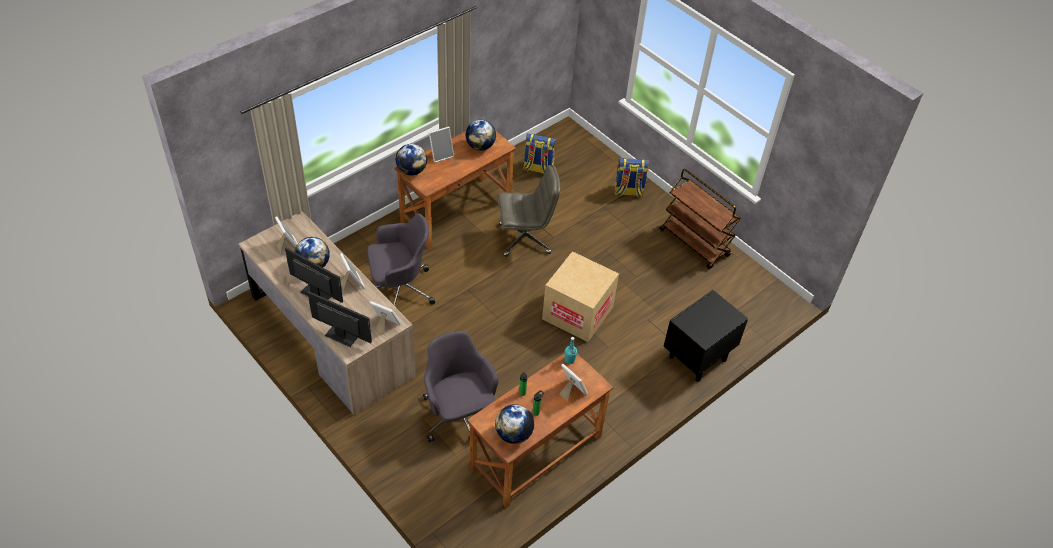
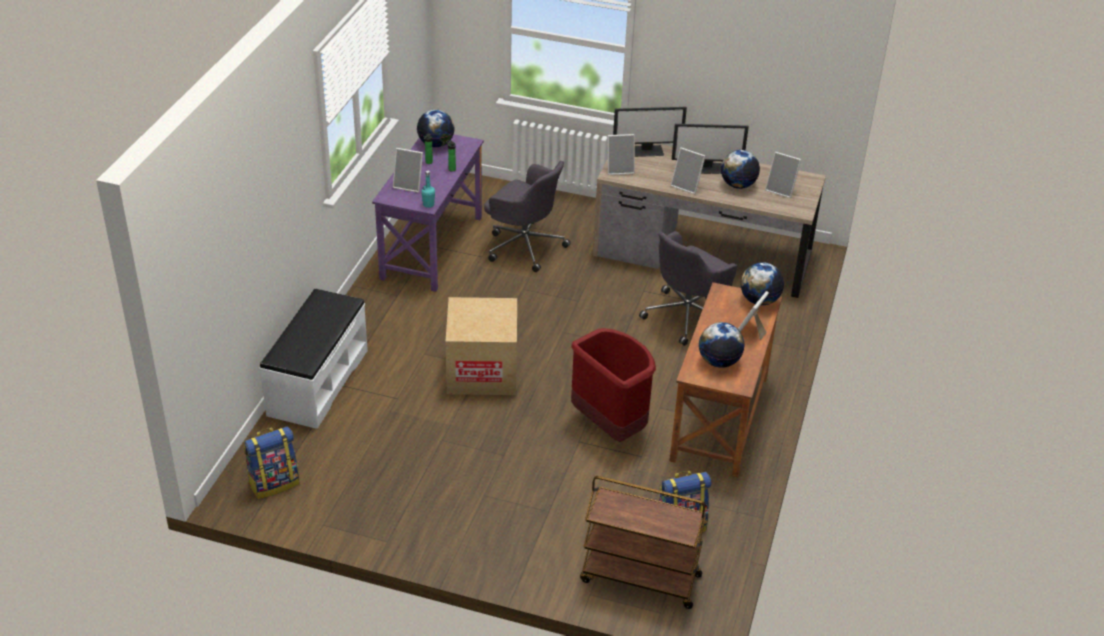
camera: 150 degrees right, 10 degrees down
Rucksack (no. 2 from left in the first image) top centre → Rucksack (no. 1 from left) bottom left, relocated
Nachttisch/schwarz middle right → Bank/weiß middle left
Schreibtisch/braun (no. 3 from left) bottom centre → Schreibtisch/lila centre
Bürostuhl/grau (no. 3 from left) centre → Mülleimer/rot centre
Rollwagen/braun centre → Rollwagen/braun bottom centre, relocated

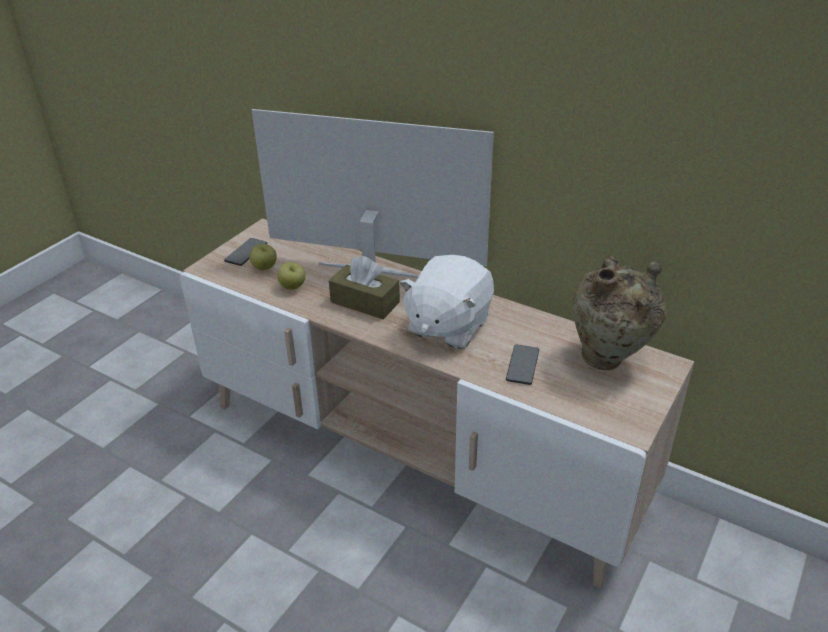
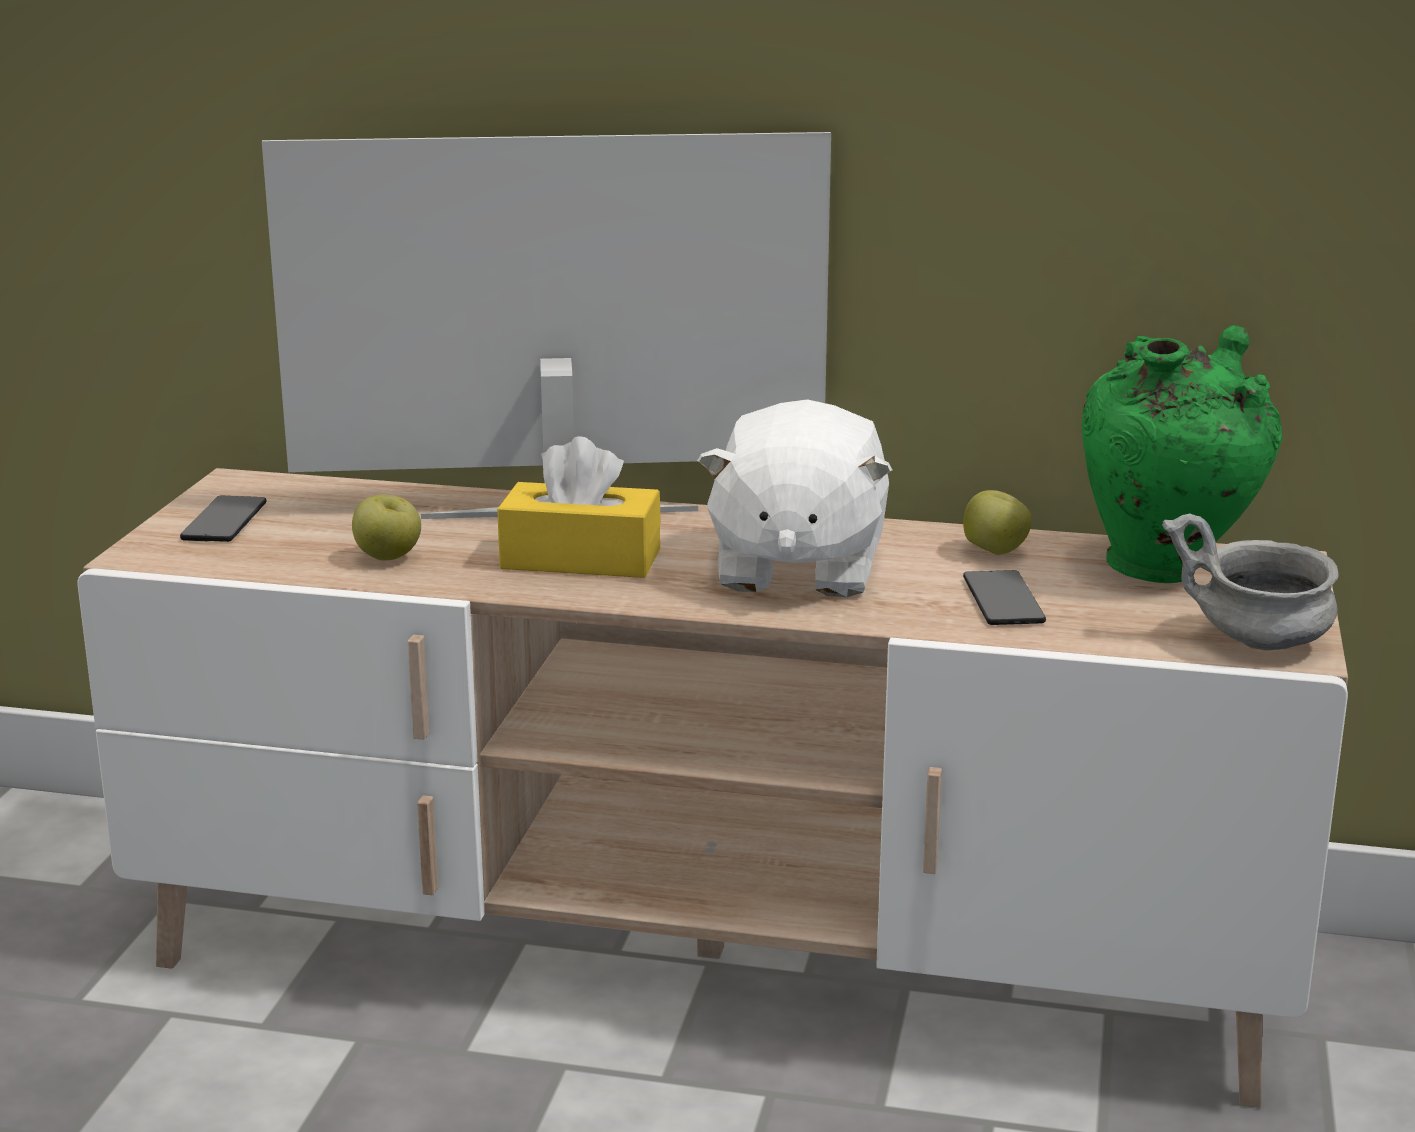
camera: 20 degrees left, 15 degrees down
Taschentuchbox/braun centre → Taschentuchbox/gelb centre
Apfel (no. 1 from left in the first image) middle left → Apfel (no. 2 from left) middle right, relocated
Vase/beige middle right → Vase/grün middle right
- → Schüssel/grau middle right

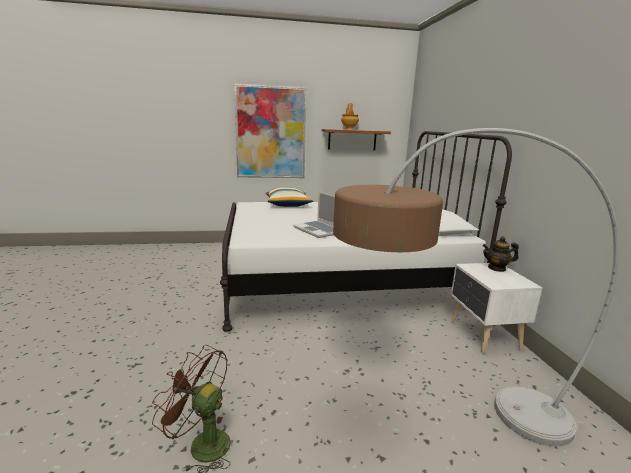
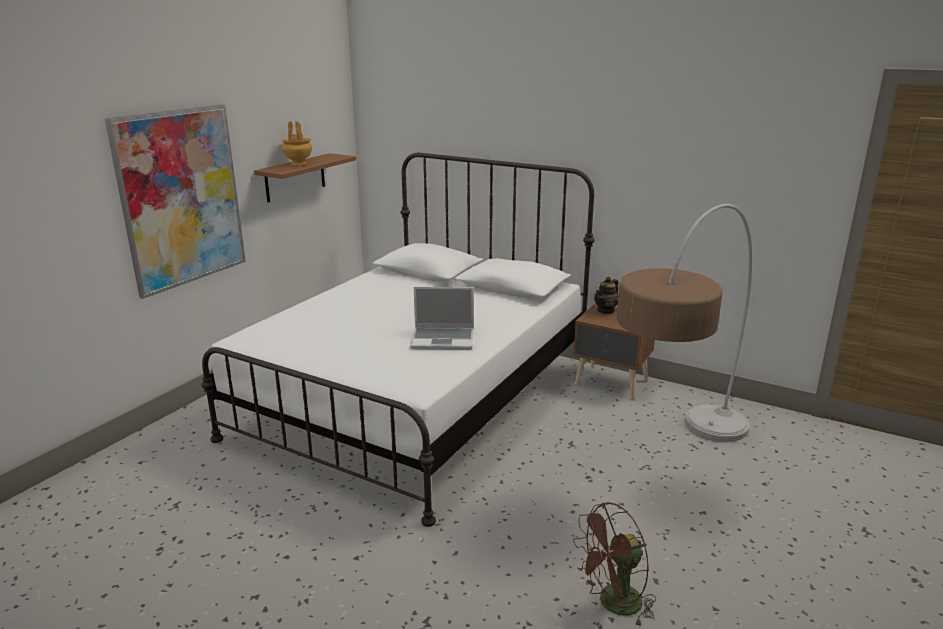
camera: 50 degrees left, 5 degrees up
Nachttisch/weiß middle right → Nachttisch/braun centre
Kissen centre → -

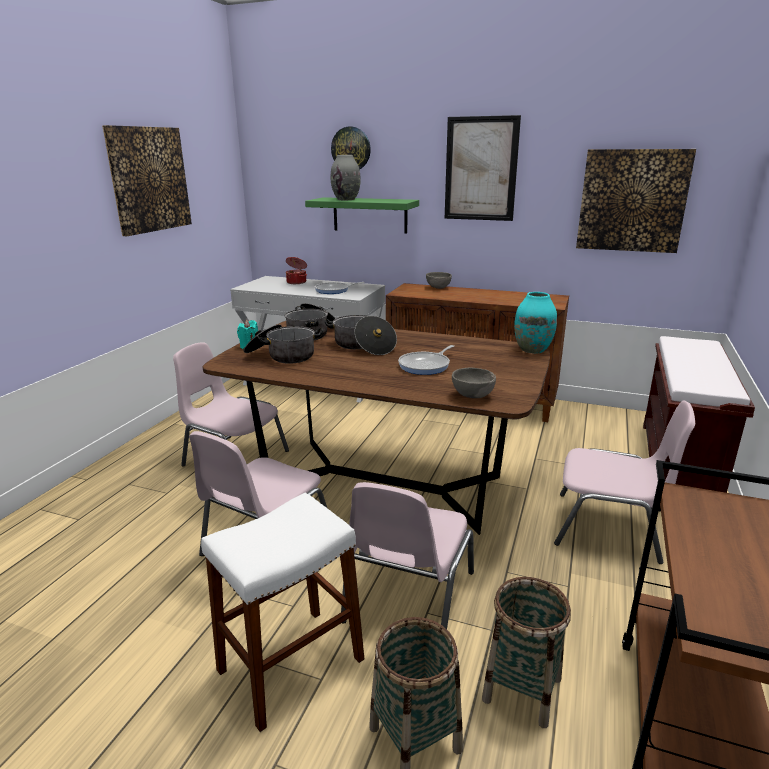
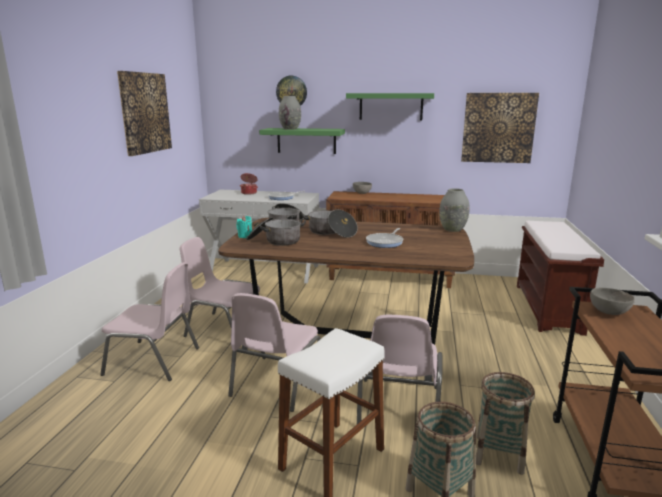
camera: 10 degrees left, 5 degrees down
Stuhl/rosa (no. 4 from left in the first image) middle right → Stuhl/rosa (no. 1 from left) middle left, relocated
Bild (no. 2 from left) top centre → Wandregal/grün (no. 2 from left) top centre
Vase/türkis middle right → Vase/grau (no. 2 from left) middle right
Schüssel/grau (no. 2 from left) centre → Schüssel/grau (no. 2 from left) middle right, relocated

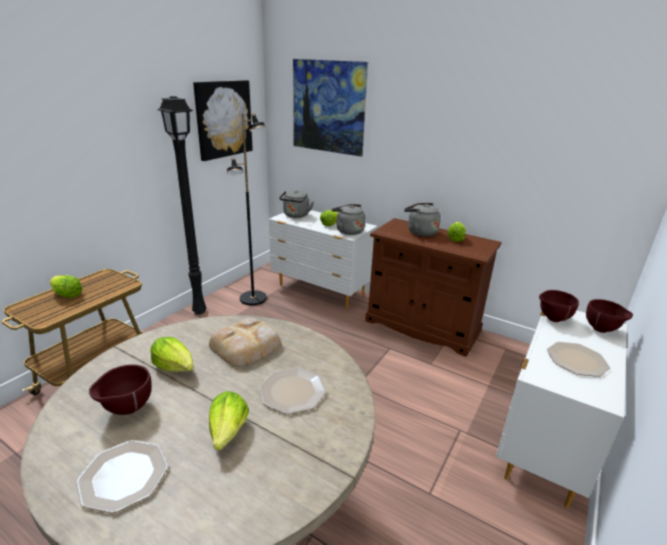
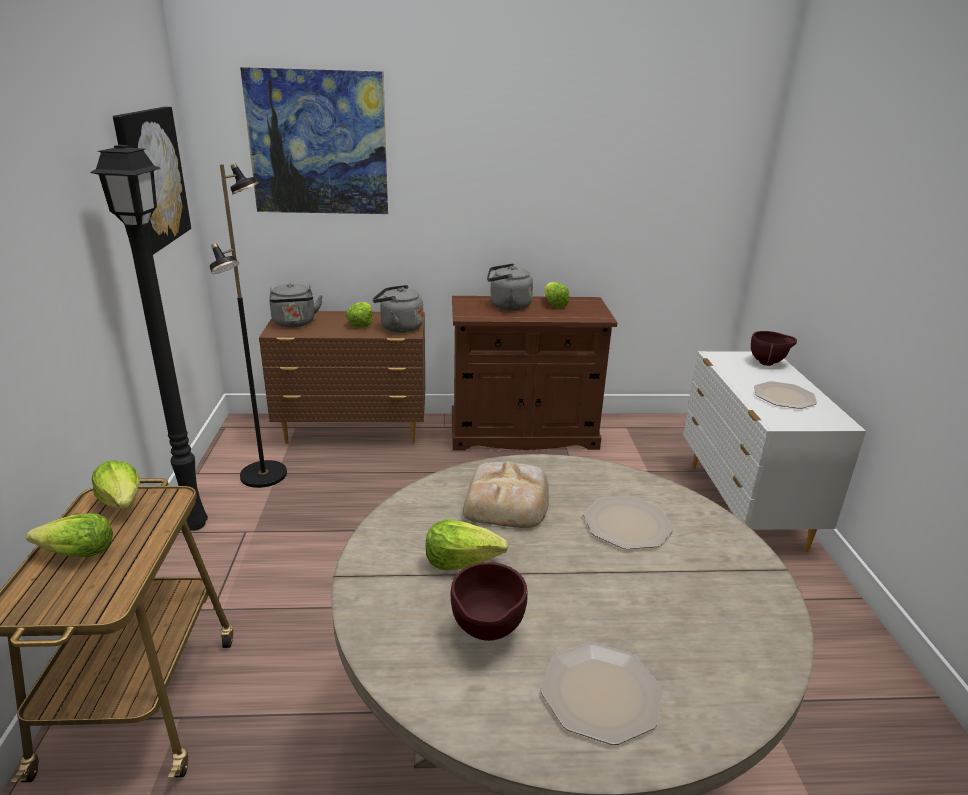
camera: 35 degrees left, 0 degrees up
Salatkopf (no. 3 from left in the first image) bottom centre → Salatkopf (no. 2 from left) middle left, relocated
Kommode/weiß (no. 1 from left) centre → Kommode/braun centre
Schüssel/braun (no. 2 from left) middle right → -

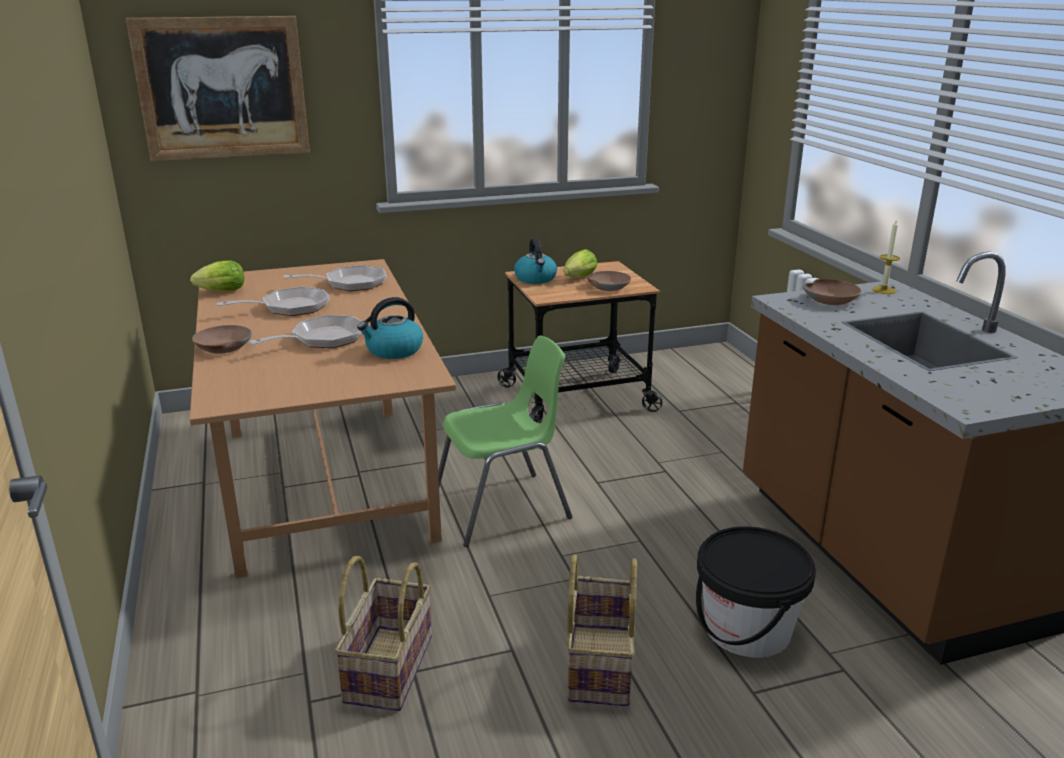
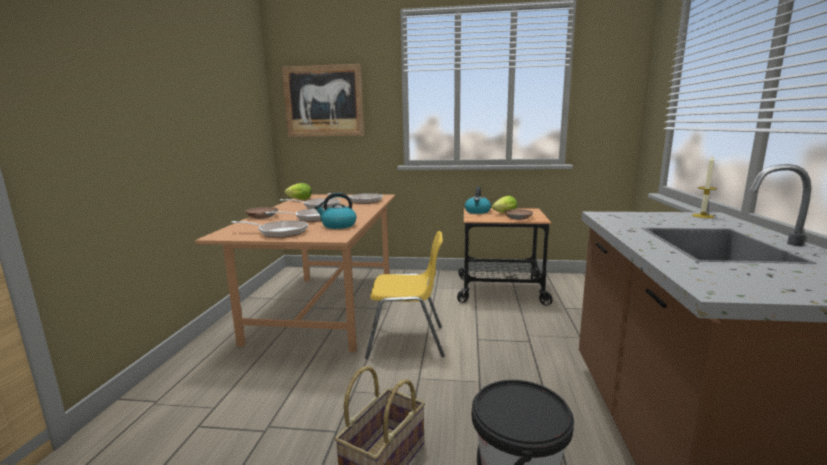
camera: 25 degrees right, 10 degrees down
- → Pfanne (no. 1 from left) middle left
Stuhl/grün centre → Stuhl/gelb centre
Korb (no. 1 from left) bottom centre → -
Schüssel/braun (no. 3 from left) middle right → -

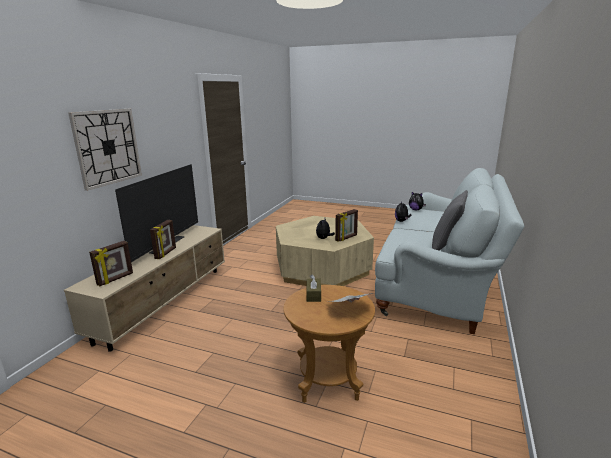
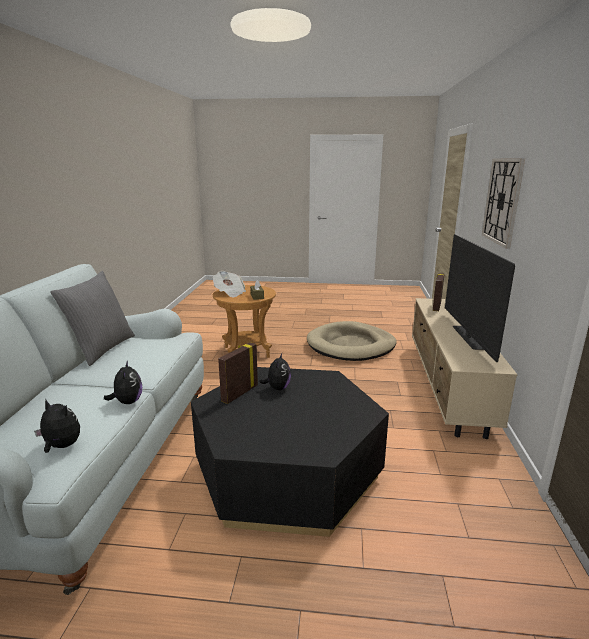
camera: 165 degrees right, 0 degrees up
Couchtisch/beige centre → Couchtisch/schwarz bottom centre
- → Hundebett/beige centre
Bilderrahmen (no. 2 from left) middle left → -

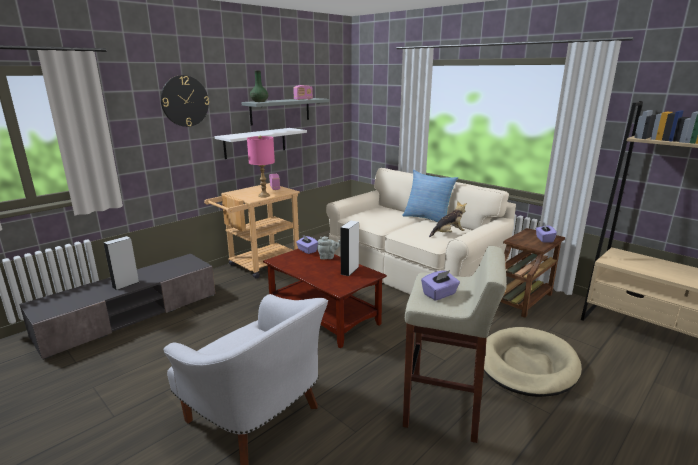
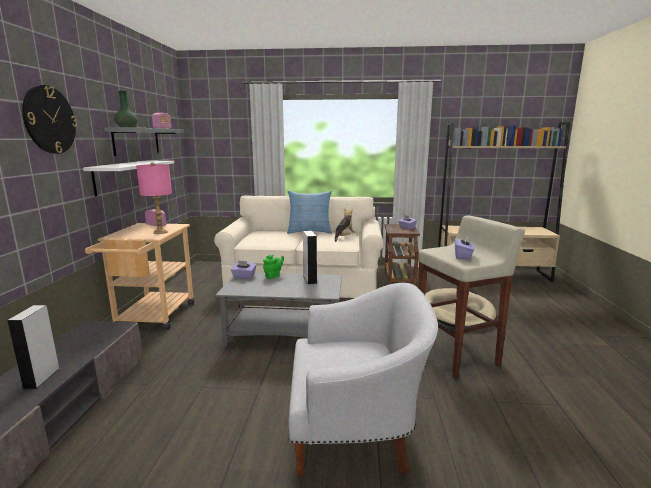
camera: 40 degrees left, 5 degrees down
Couchtisch/braun centre → Couchtisch/grau centre
Teekanne/grau centre → Teekanne/grün centre

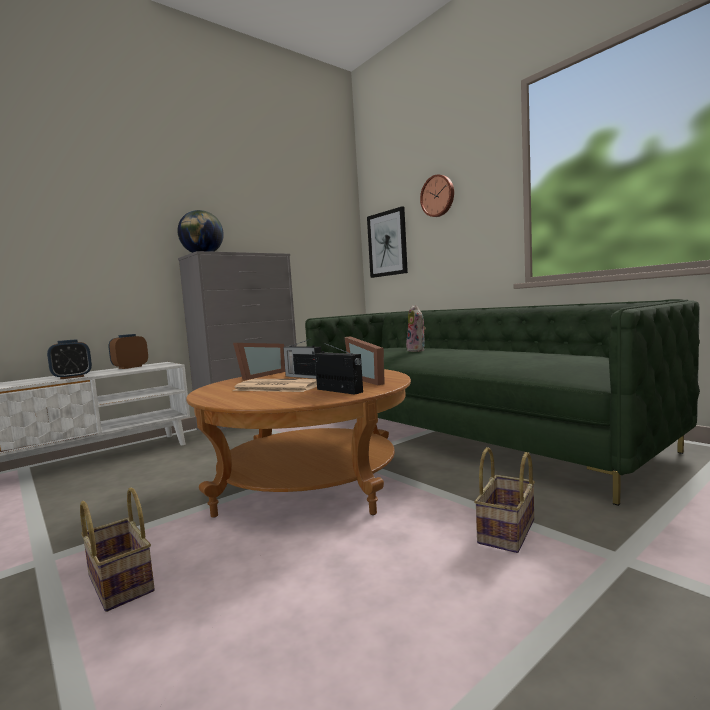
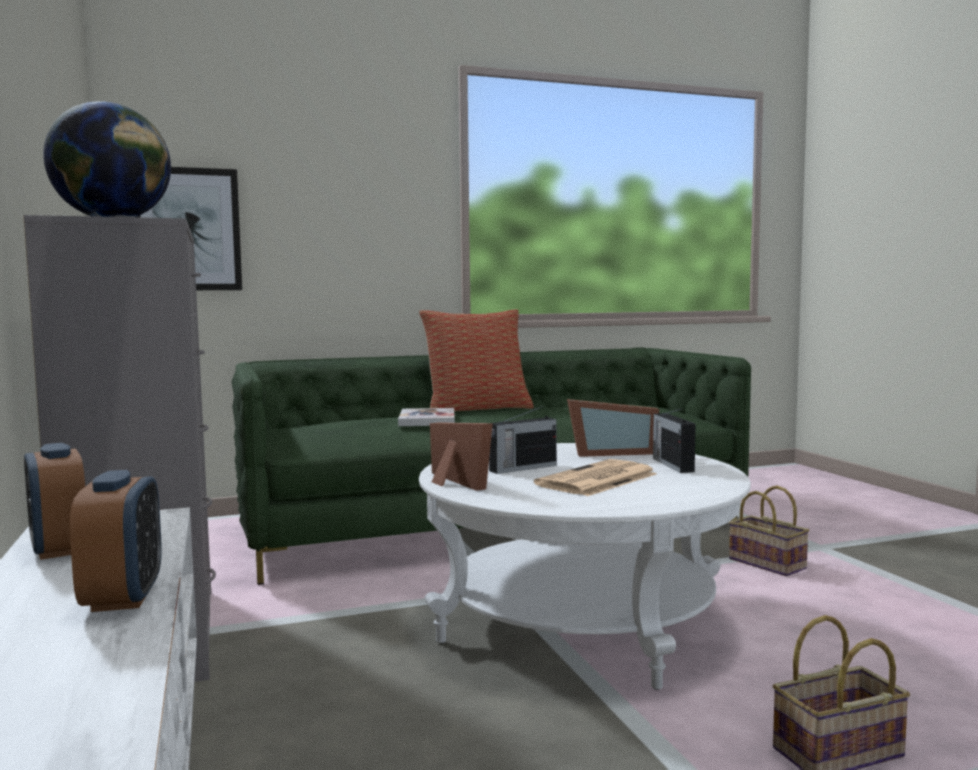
camera: 70 degrees left, 0 degrees up
Plüschtier centre → Buch centre
- → Kissen centre
Couchtisch/braun centre → Couchtisch/weiß bottom centre
Radio (no. 2 from left) centre → Radio (no. 2 from left) middle right, 75 degrees counterclockwise
Wanduhr top centre → -

